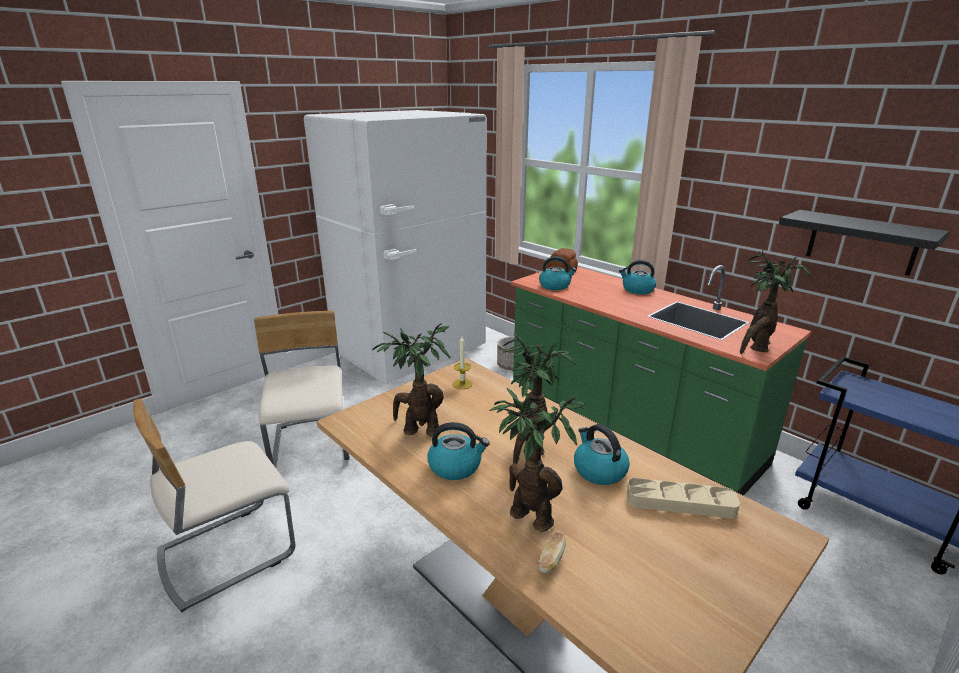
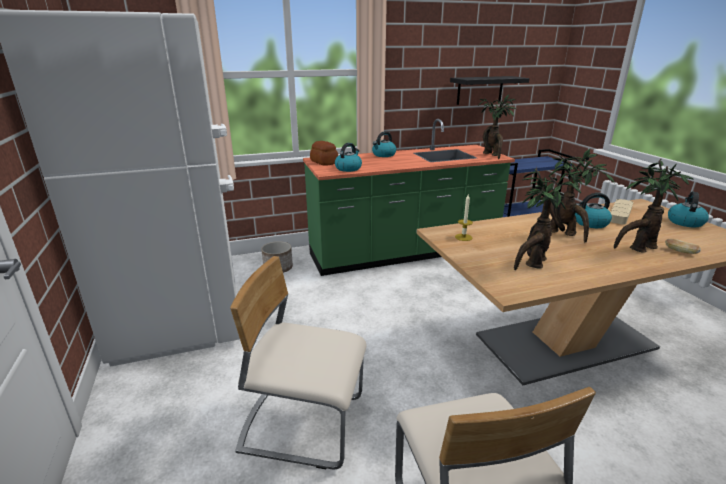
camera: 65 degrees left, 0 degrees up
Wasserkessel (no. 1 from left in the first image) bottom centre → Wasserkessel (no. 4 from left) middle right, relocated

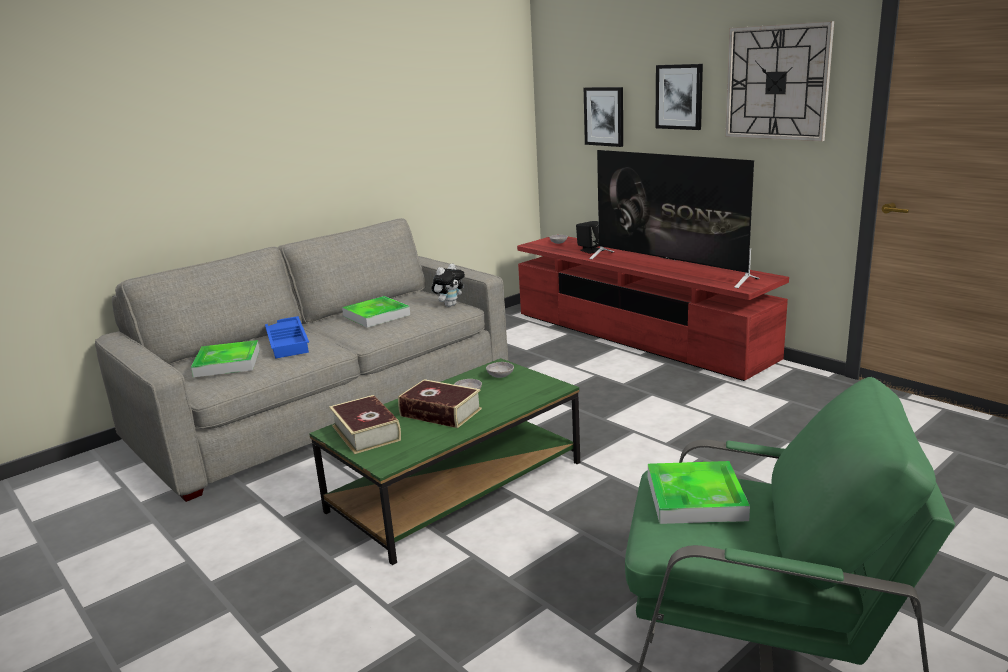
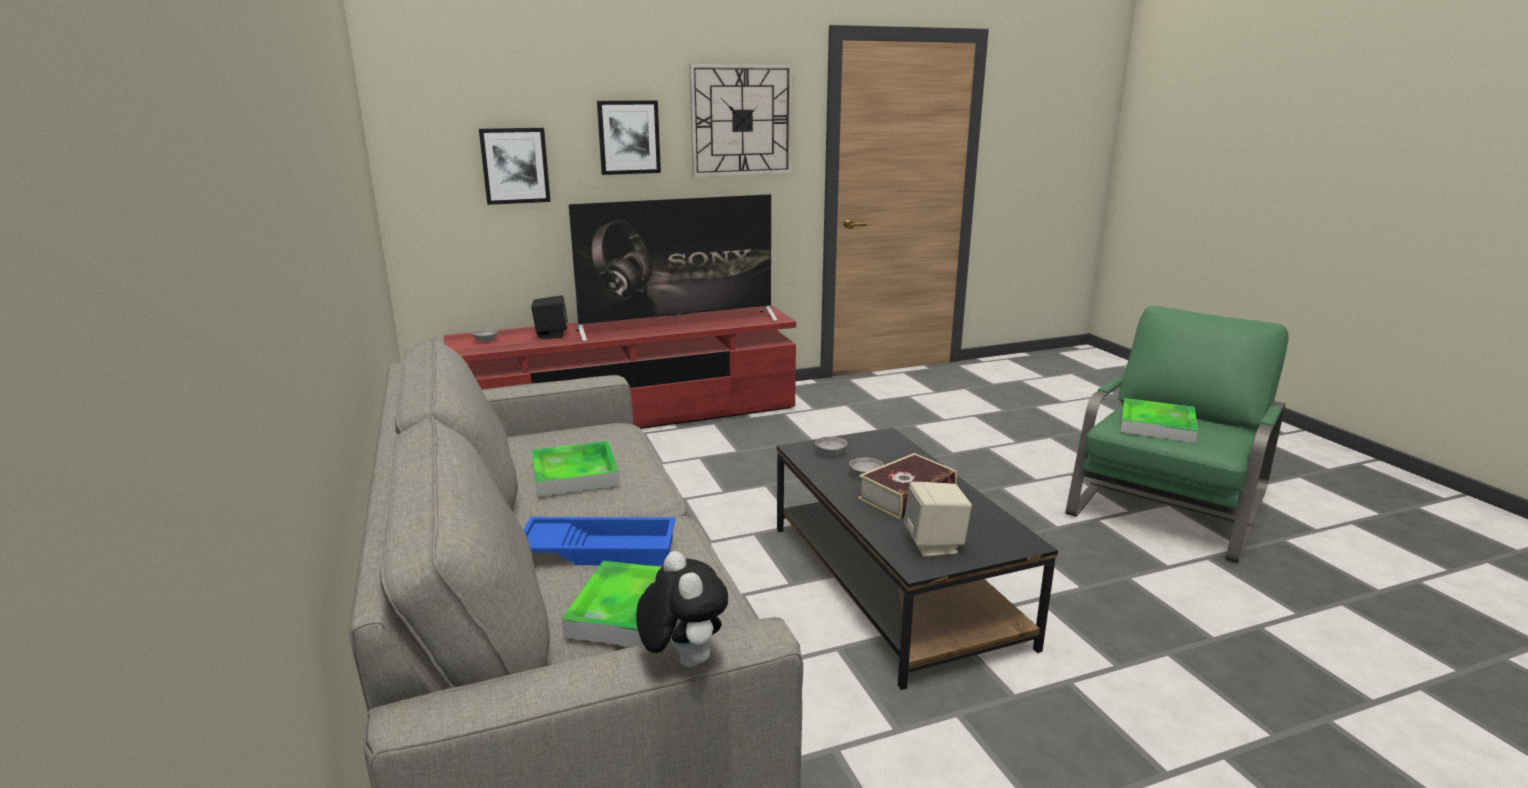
camera: 70 degrees left, 0 degrees up
Plüschtier centre → Plüschtier bottom centre, relocated
Couchtisch/grün bottom centre → Couchtisch/schwarz bottom centre
Buch (no. 1 from left) centre → Lautsprecher/beige centre

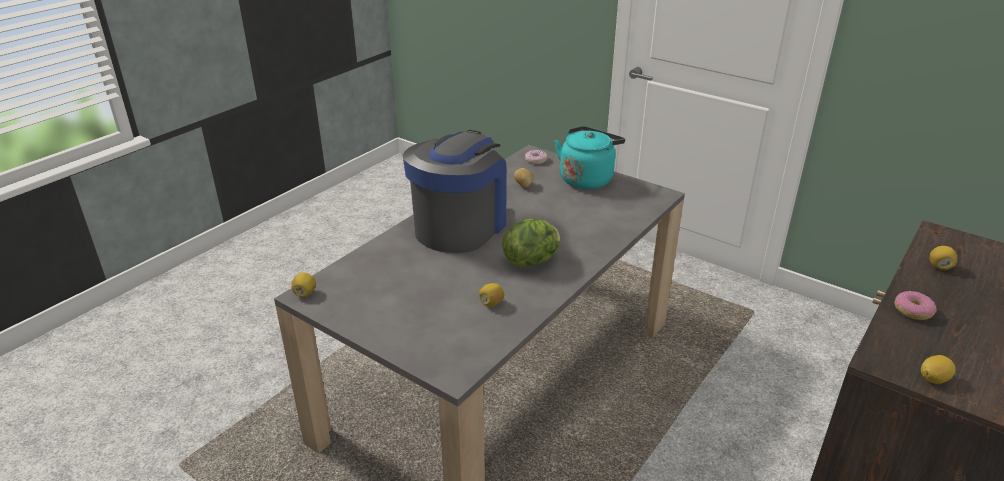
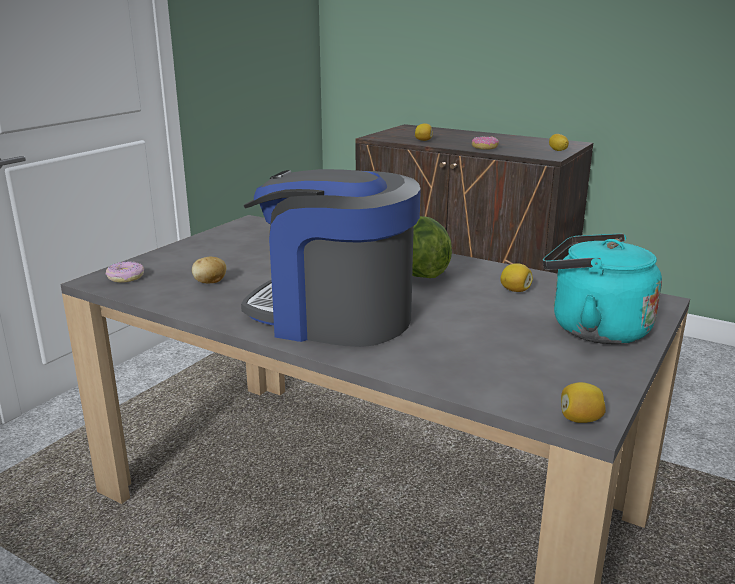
camera: 95 degrees left, 10 degrees down
Wasserkessel/türkis top centre → Wasserkessel/türkis middle right, relocated

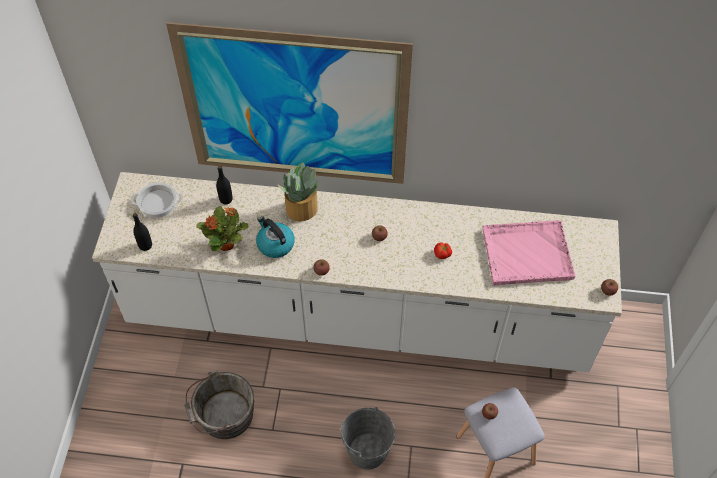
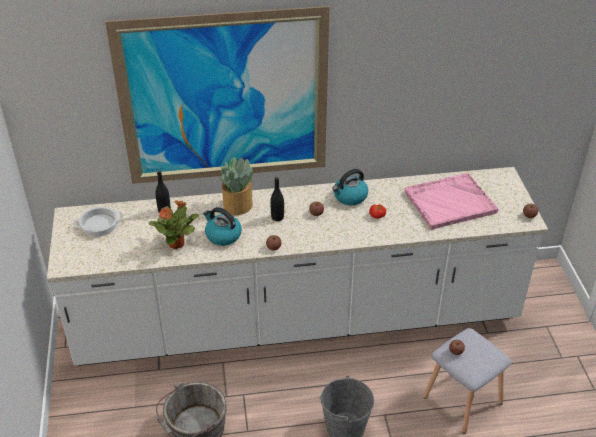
camera: 15 degrees left, 15 degrees down
Flasche/schwarz (no. 1 from left in the first image) middle left → Flasche/schwarz (no. 2 from left) centre, relocated
- → Wasserkessel (no. 2 from left) centre

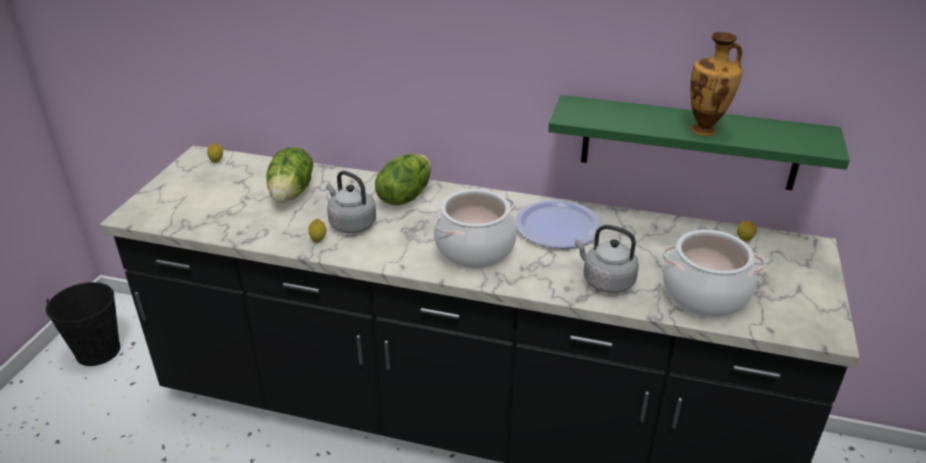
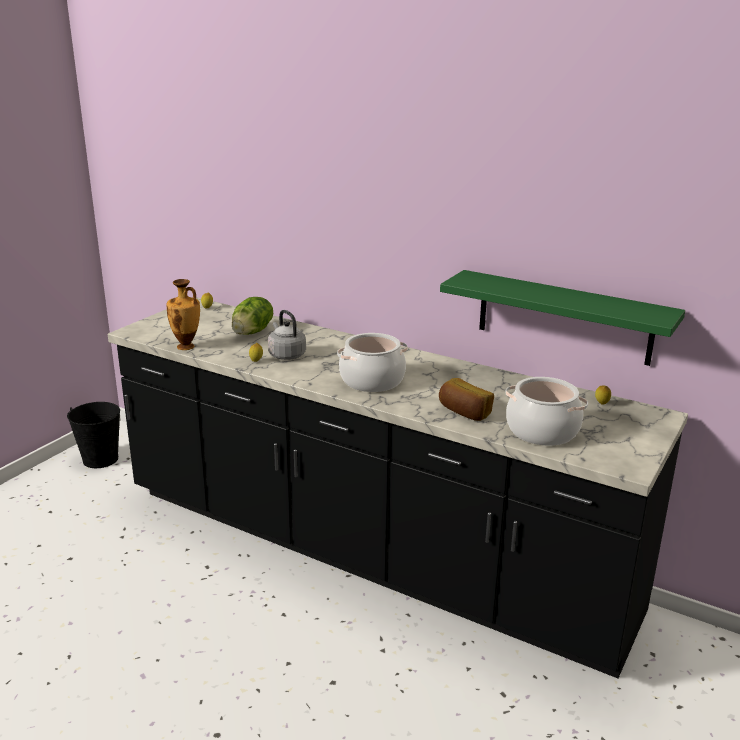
camera: 15 degrees right, 10 degrees down
Vase top right → Vase middle left, relocated
Wasserkessel/grau (no. 2 from left) centre → Brot centre
Salatkopf (no. 2 from left) centre → -
Teller centre → -

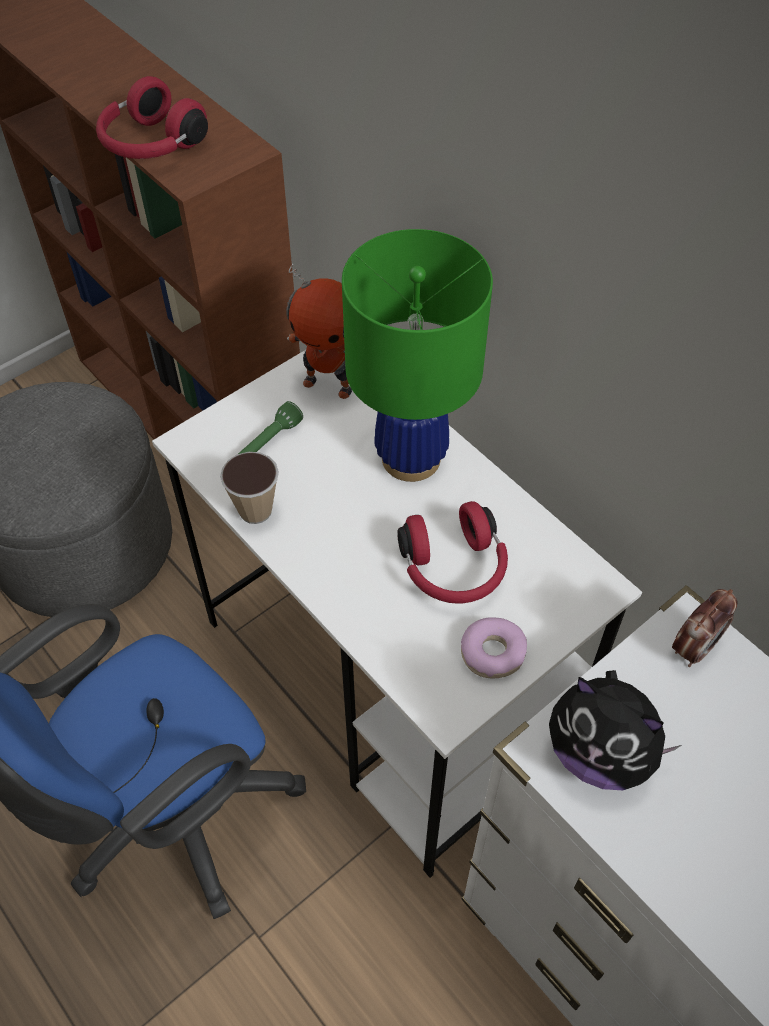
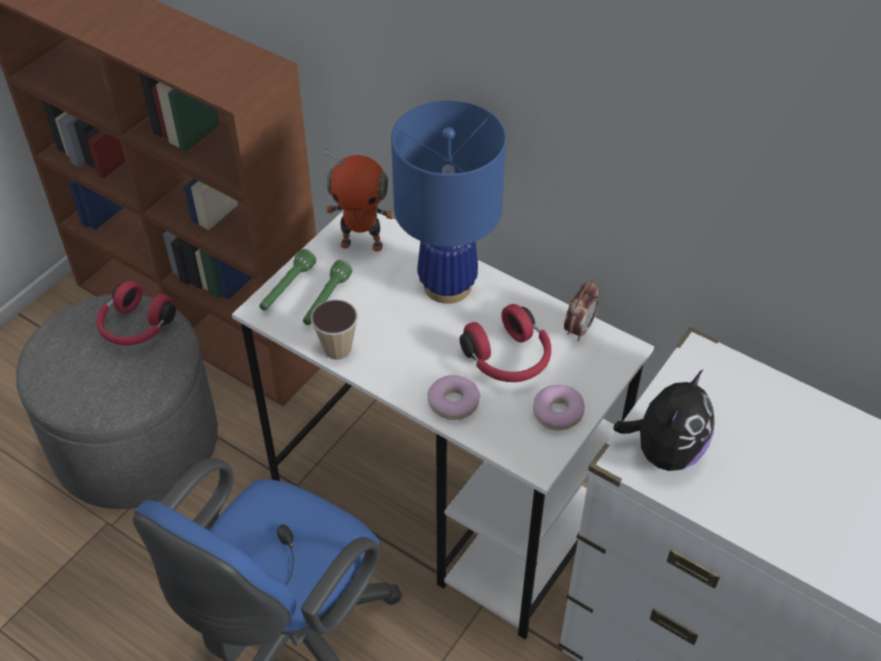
camera: 15 degrees left, 5 degrees down
Kopfhörer/rot (no. 1 from left) top left → Kopfhörer/rot (no. 1 from left) middle left, relocated
- → Taschenlampe/grün (no. 1 from left) middle left
Tischlampe/grün centre → Tischlampe/blau top centre
- → Donut (no. 1 from left) centre
Wecker middle right → Wecker centre, relocated
Plüschtier bottom right → Plüschtier middle right, 75 degrees counterclockwise

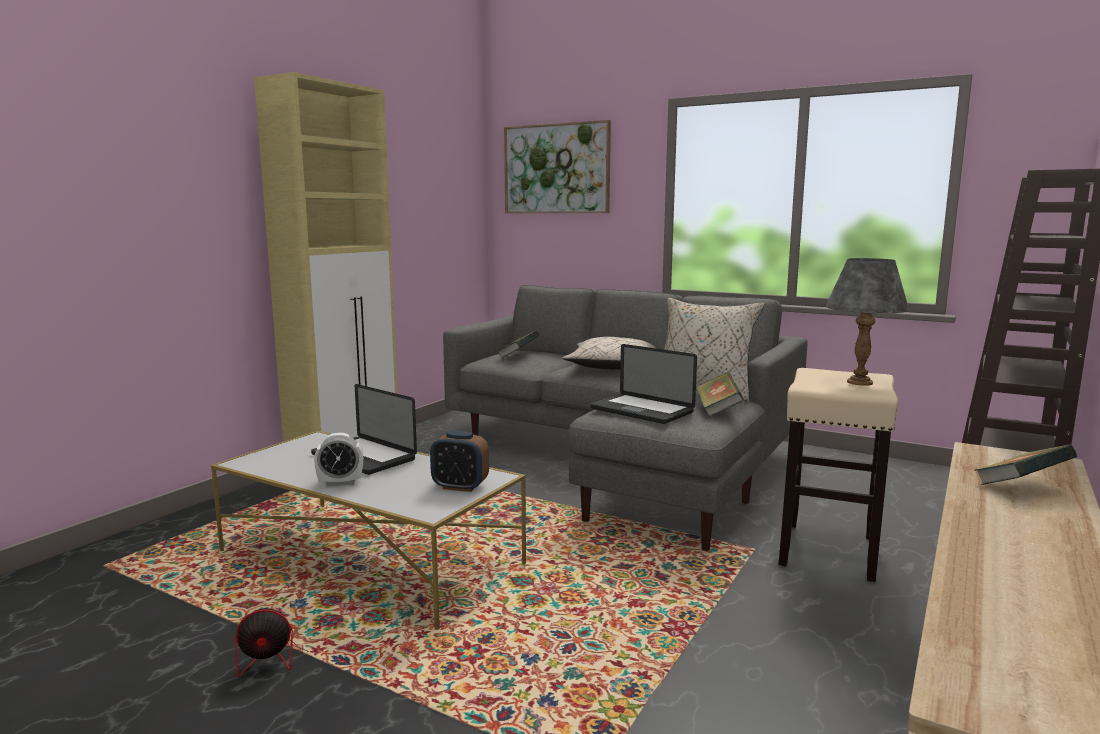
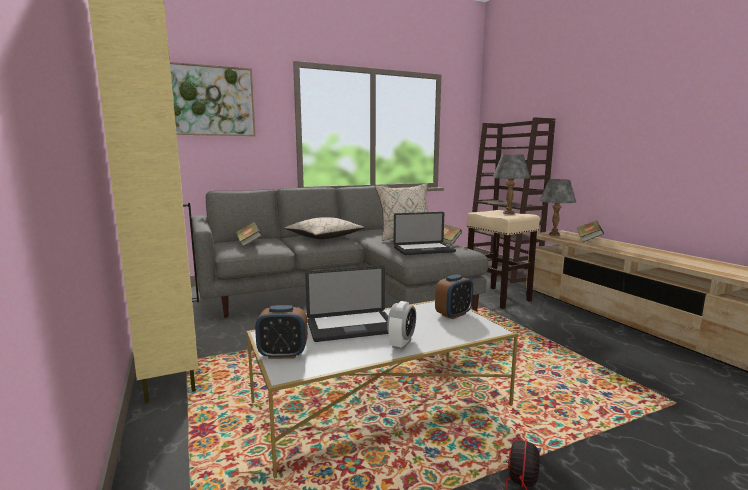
camera: 55 degrees left, 0 degrees up
- → Wecker (no. 1 from left) bottom centre
- → Tischlampe/grau (no. 2 from left) middle right

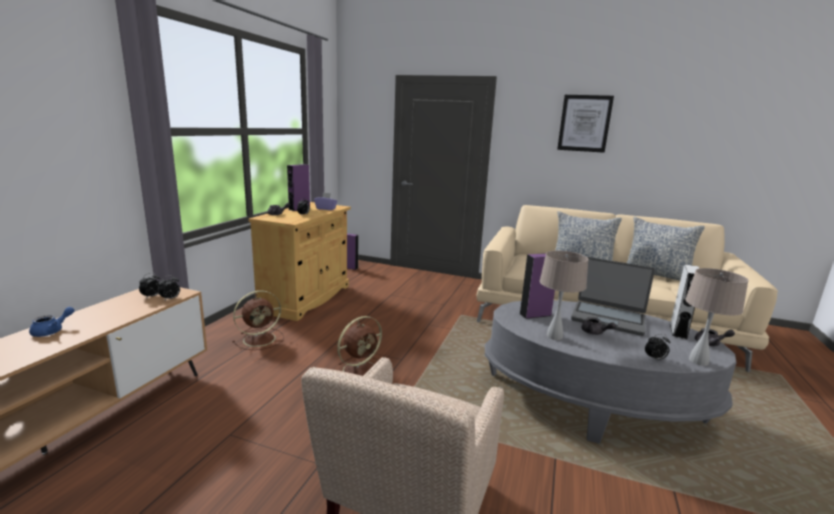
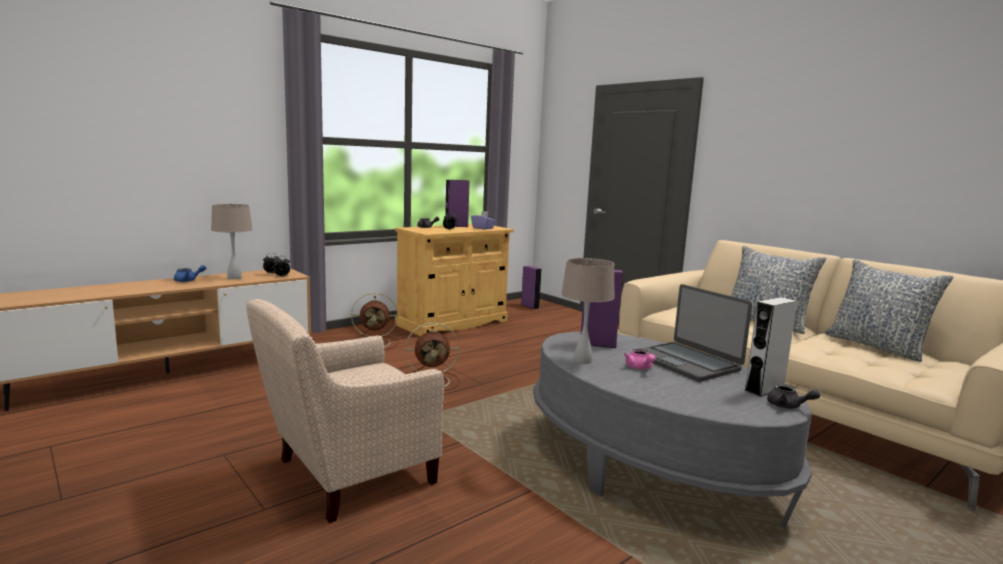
camera: 30 degrees right, 5 degrees down
Tischlampe/beige (no. 2 from left in the first image) middle right → Tischlampe/beige (no. 1 from left) middle left, relocated
Teekanne/grau (no. 2 from left) middle right → Teekanne/rosa centre
Bild top right → -
Wecker (no. 4 from left) bottom right → -

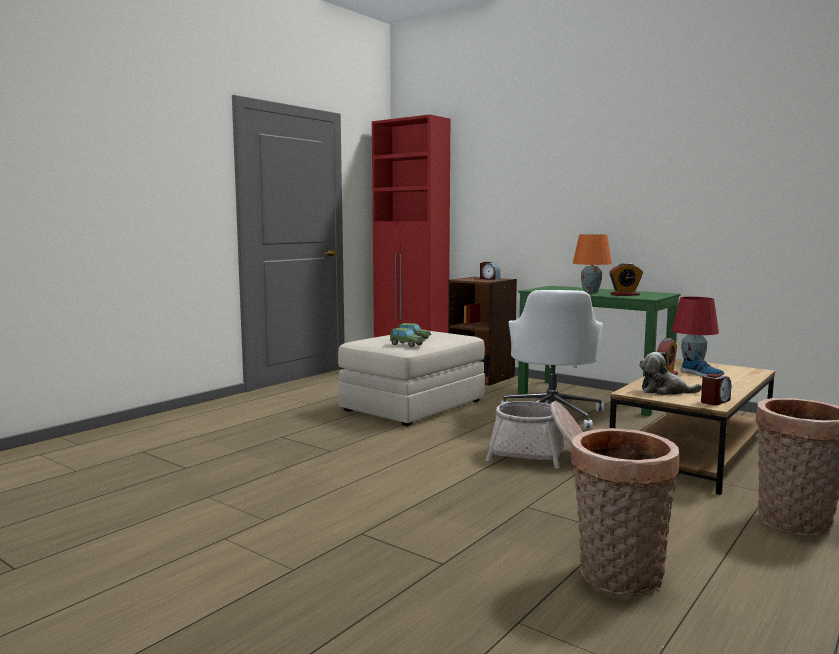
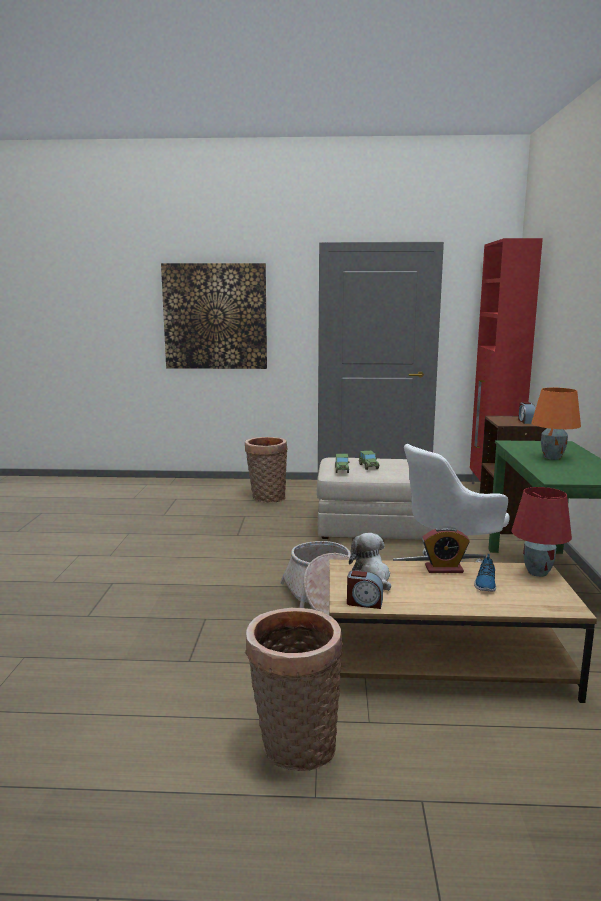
camera: 55 degrees right, 5 degrees up
- → Bild centre
Korb (no. 2 from left in the first image) bottom right → Korb (no. 1 from left) centre, relocated
Wecker (no. 2 from left) middle right → -

